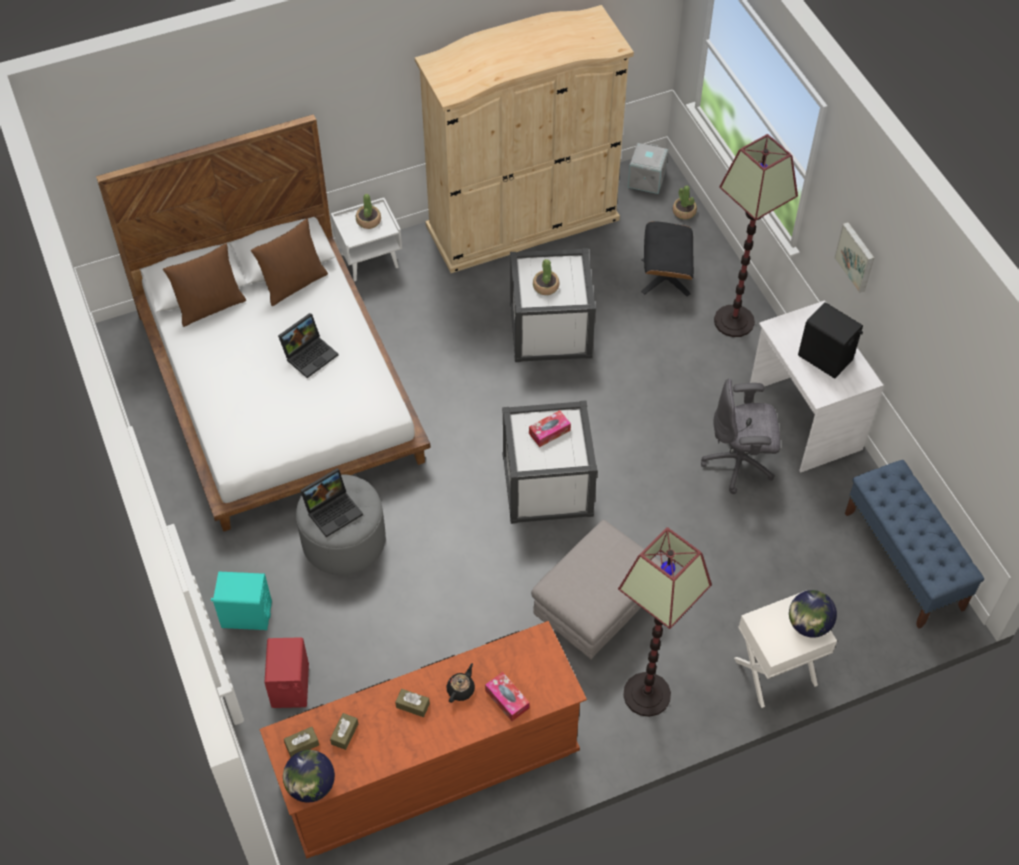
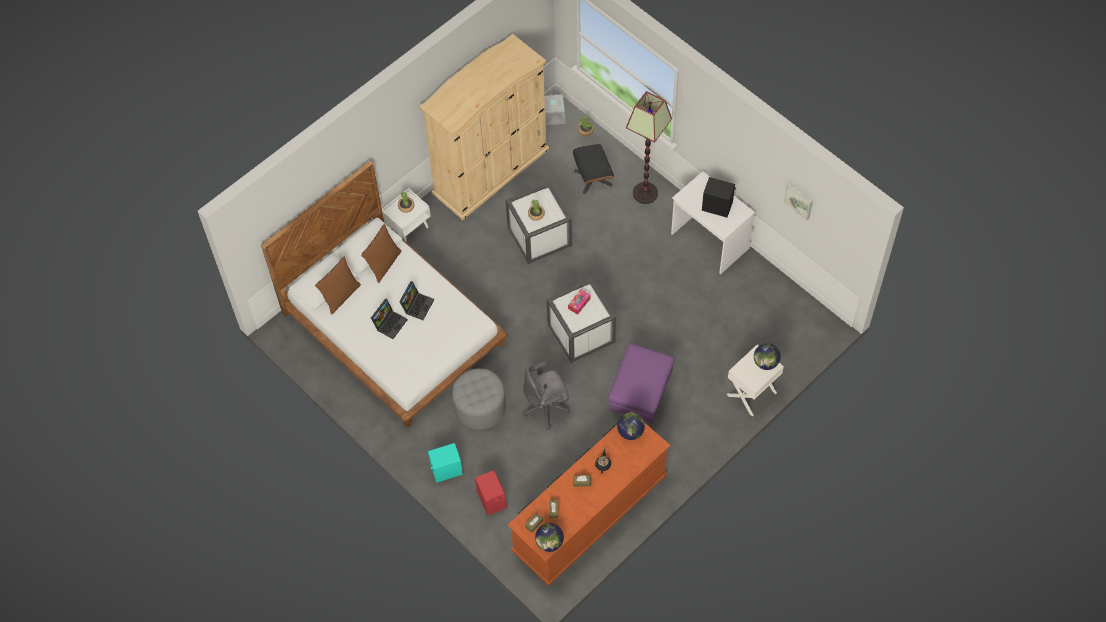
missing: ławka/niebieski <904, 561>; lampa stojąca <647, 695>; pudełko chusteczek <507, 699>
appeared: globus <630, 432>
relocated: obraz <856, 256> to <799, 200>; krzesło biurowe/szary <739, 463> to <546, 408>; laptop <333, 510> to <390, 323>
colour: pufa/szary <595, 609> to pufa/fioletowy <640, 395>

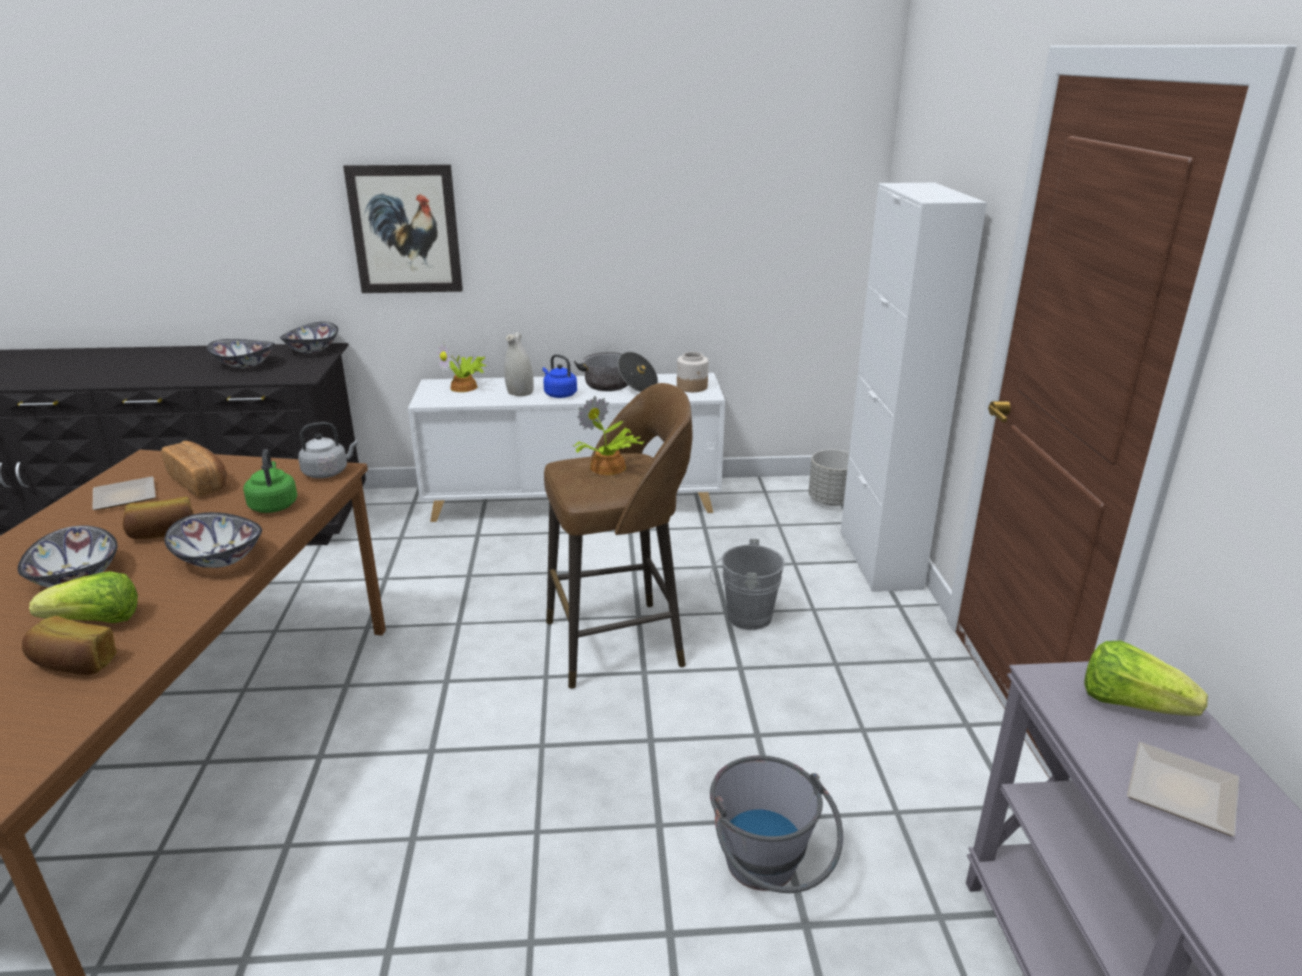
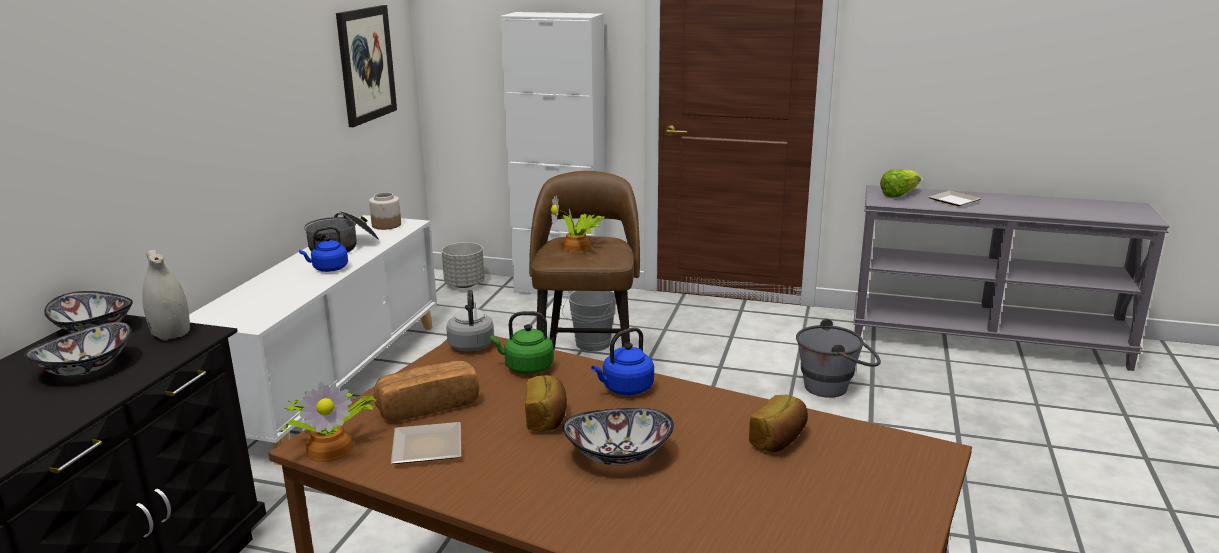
missing: sałata <96, 622>
relocated: obraz <405, 229> to <366, 64>; wazon/biały <520, 393> to <171, 334>; roślina doniczkowa <465, 387> to <331, 446>
exchanged: miska <218, 559> to czajnik/niebieski <625, 389>

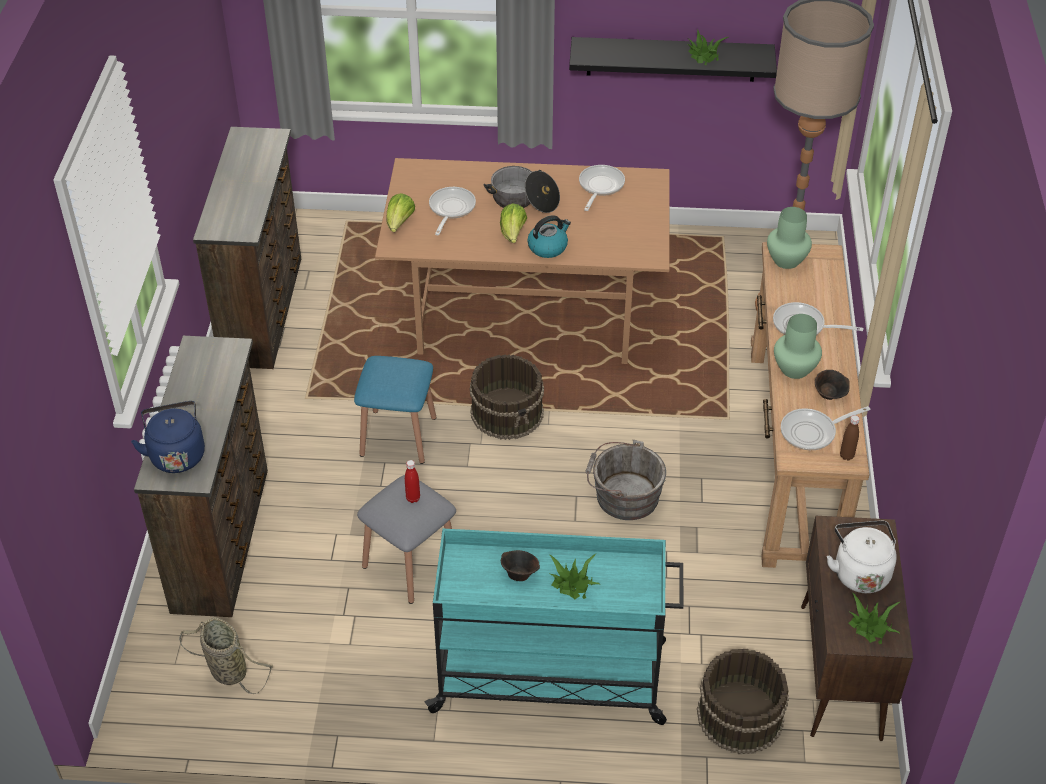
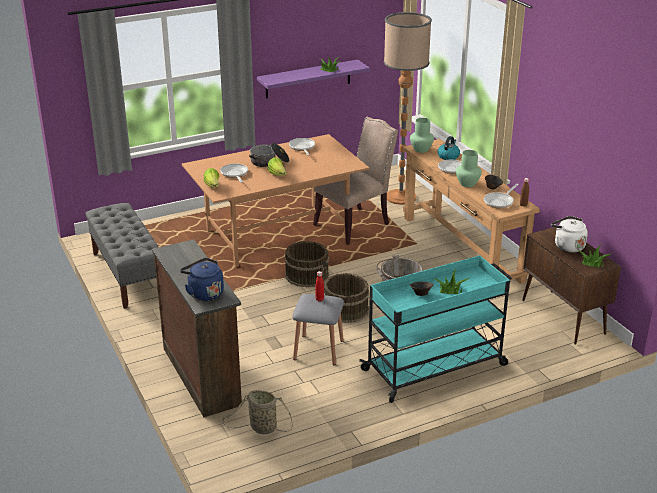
missing: stołek/niebieski <398, 436>
appeared: krzesło/beżowy <355, 224>
relocated: czajnik <548, 247> to <448, 156>; wiadro/brązowy <739, 715> to <345, 310>
exchanged: komoda/brązowy <264, 310> to ławka/szary <128, 275>
colour: półka/czarny <671, 59> to półka/fioletowy <308, 79>

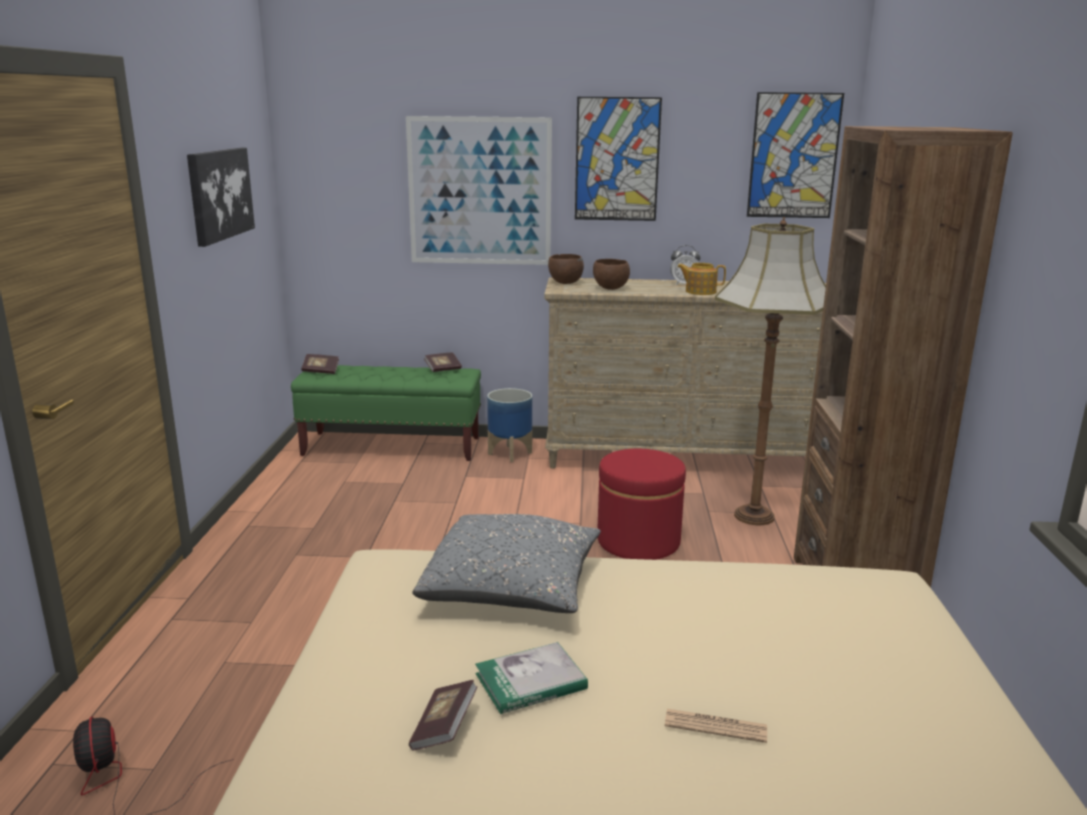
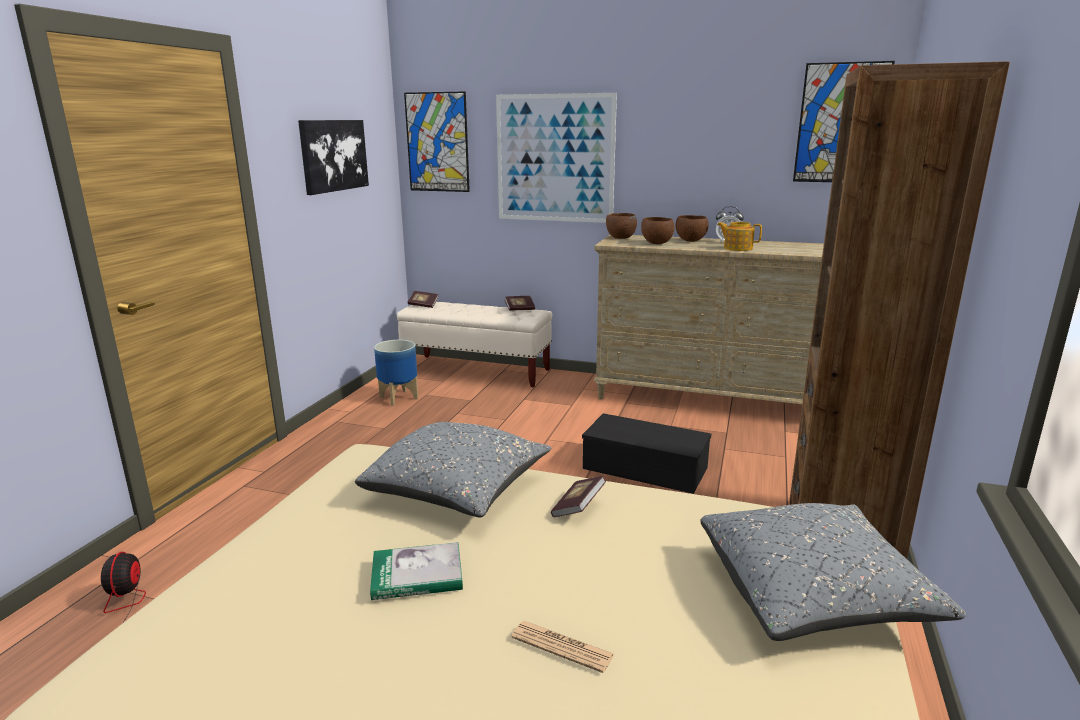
missing: lampa stojąca <753, 515>
appeared: miska/brązowy <691, 241>; poduszka/szary <813, 594>
relocated: obraz <617, 159> to <437, 142>; donica <510, 453> to <399, 397>; książka <444, 728> to <578, 507>
exchanged: pufa/czerwony <638, 541> to pojemnik do przechowywania/czarny <647, 468>
colour: ławka/zielony <392, 447> to ławka/beżowy <477, 371>

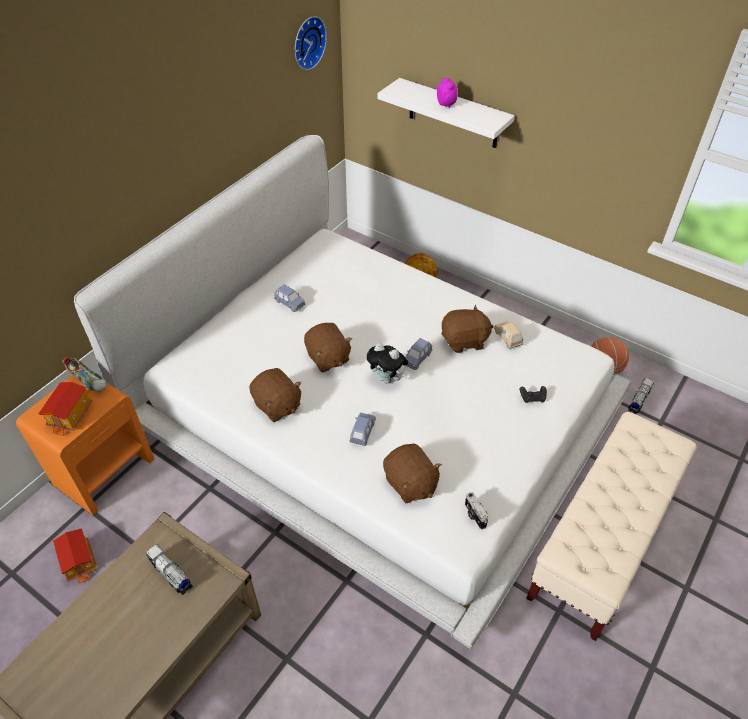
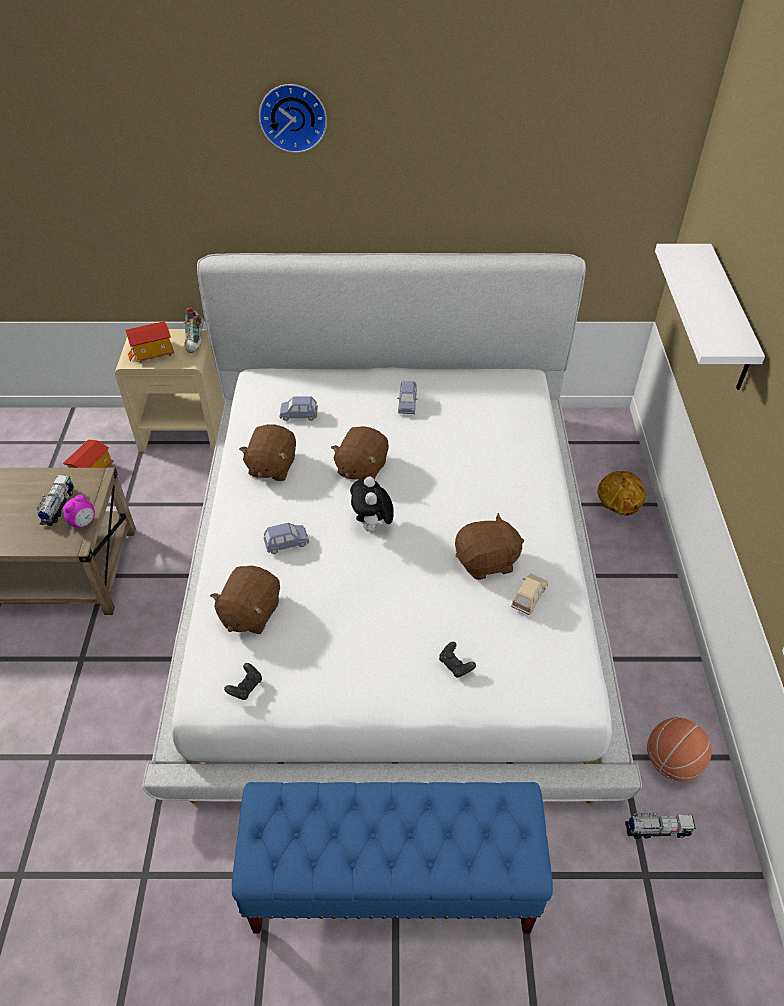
relocated: zegar ścienny <307, 42> to <293, 116>; budzik <446, 104> to <83, 522>; samochodzik/niebieski <417, 359> to <299, 415>
exchanged: aparat fotograficzny <474, 516> to pad do gier/czarny <245, 686>
colour: szafka nocna/pomarańczowy <105, 471> to szafka nocna/beżowy <184, 431>; ławka/beżowy <601, 542> to ławka/niebieski <392, 881>
spun: pluszak/brązowy <464, 341> = <486, 562> 60 degrees counterclockwise

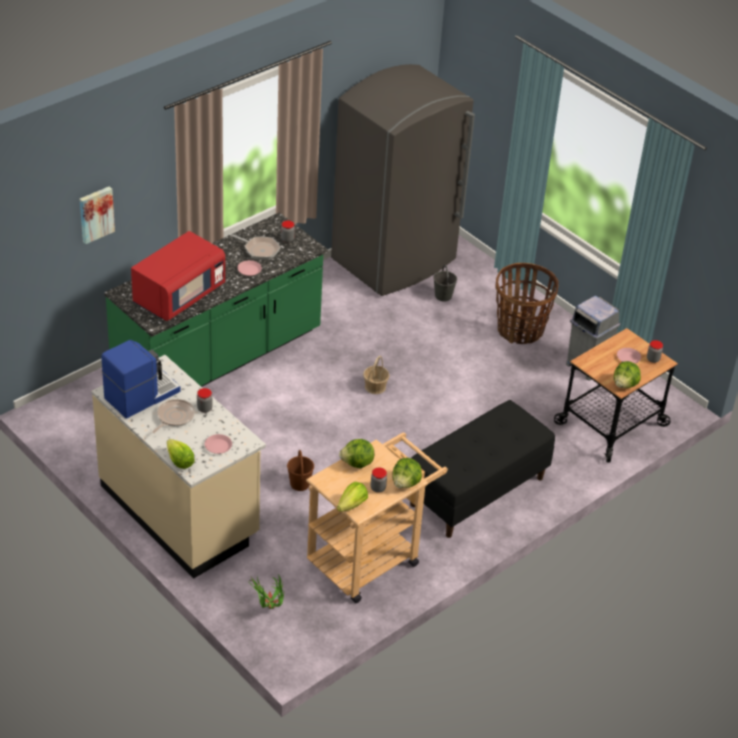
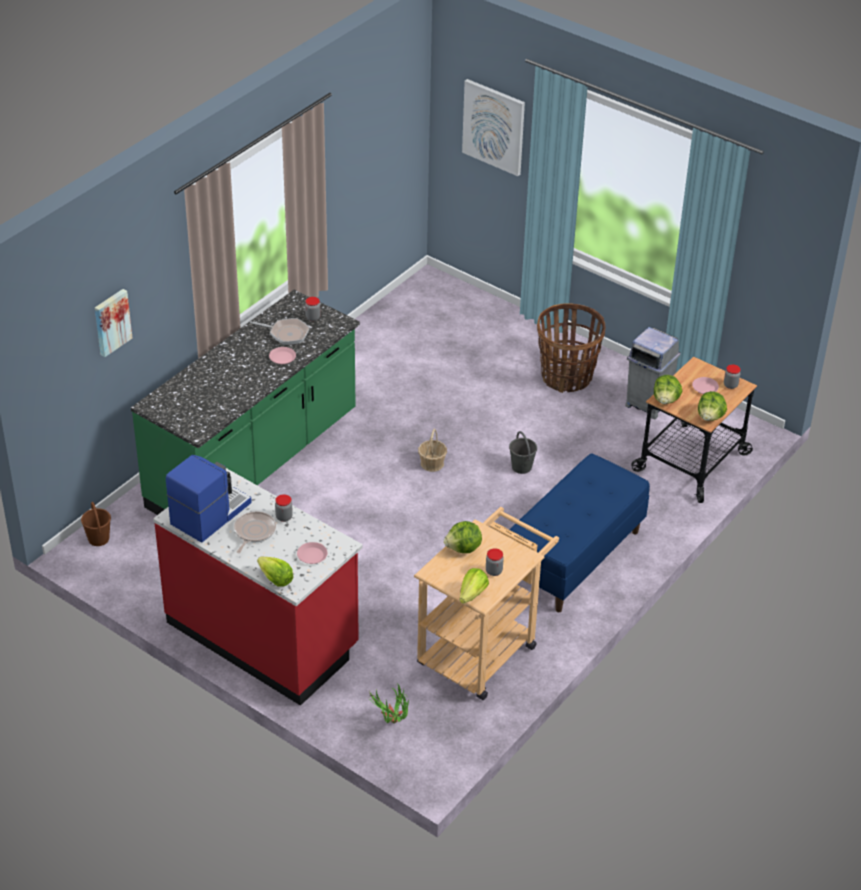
missing: lodówka/szary <395, 260>; mikrofalówka/czerwony <179, 296>
appeared: obraz <494, 126>
relocated: wiadro/szary <443, 296> to <522, 467>; wiadro/brązowy <300, 484> to <98, 538>; sałata <406, 483> to <666, 400>
colour: zabudowa kuchenna/beżowy <180, 511> to zabudowa kuchenna/czerwony <263, 635>; ławka/czarny <477, 492> to ławka/niebieski <574, 558>

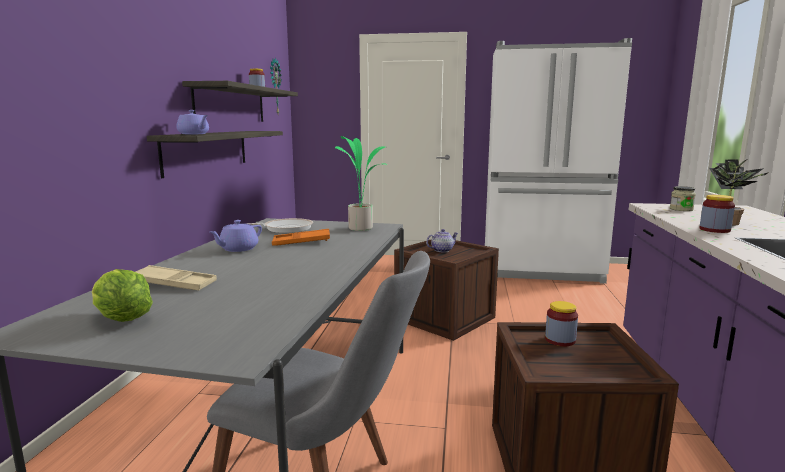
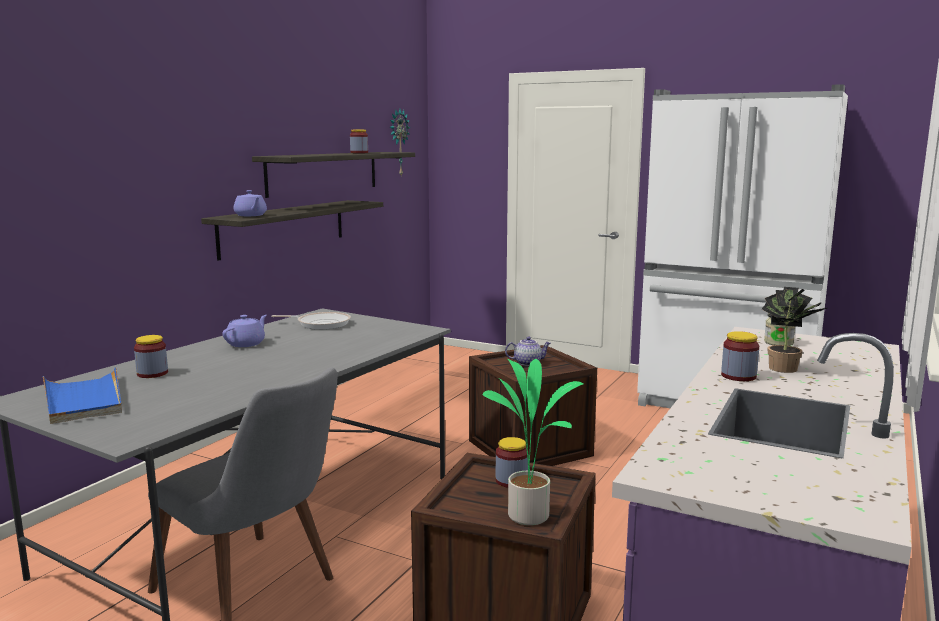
missing: taca/pomarańczowy <301, 242>
relocated: roślina doniczkowa <361, 228> to <529, 515>
exchanged: taca/beżowy <173, 284> to słoik <152, 373>; sałata <122, 319> to taca/niebieski <84, 399>
spun: imbryk/fioletowy <238, 249> = <246, 343> 150 degrees clockwise

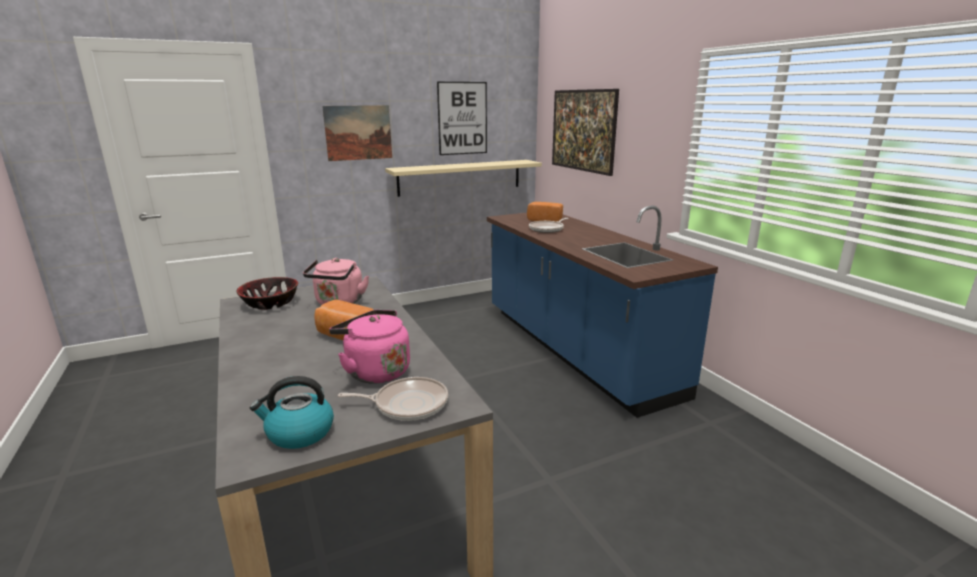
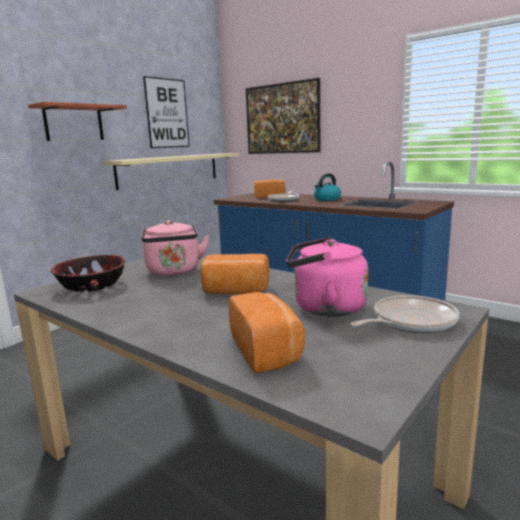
appeared: chleb <267, 350>
relocated: czajnik <299, 433> to <327, 199>
exchanged: obraz <358, 132> to półka <74, 123>

